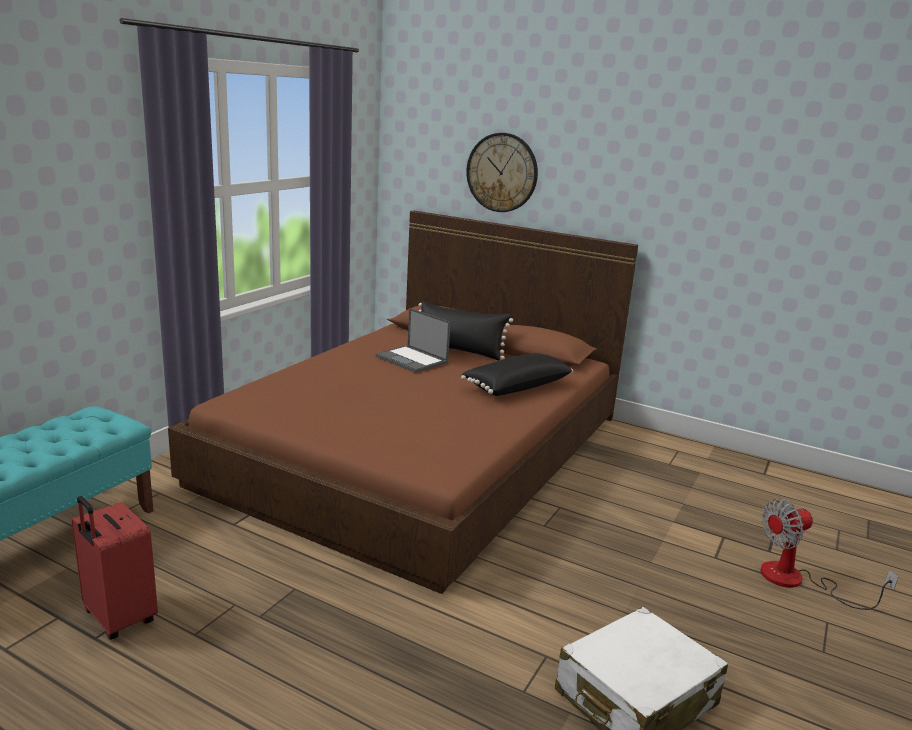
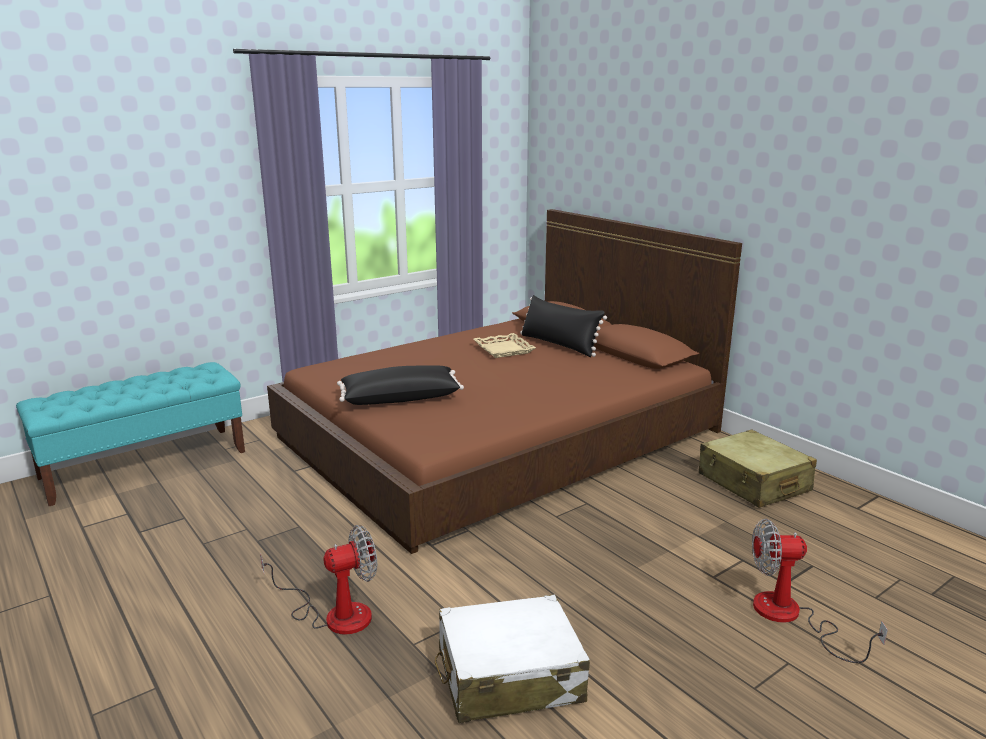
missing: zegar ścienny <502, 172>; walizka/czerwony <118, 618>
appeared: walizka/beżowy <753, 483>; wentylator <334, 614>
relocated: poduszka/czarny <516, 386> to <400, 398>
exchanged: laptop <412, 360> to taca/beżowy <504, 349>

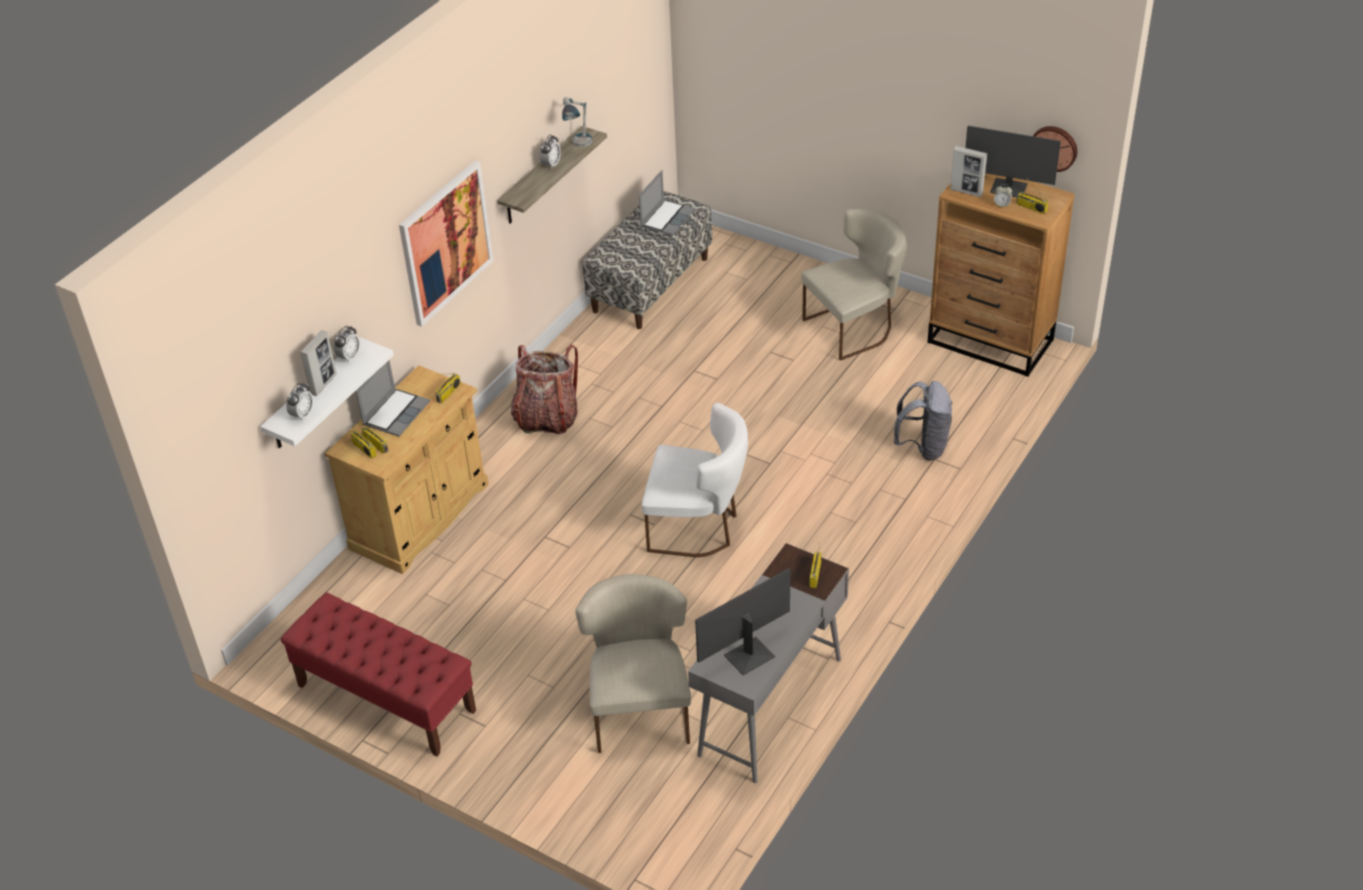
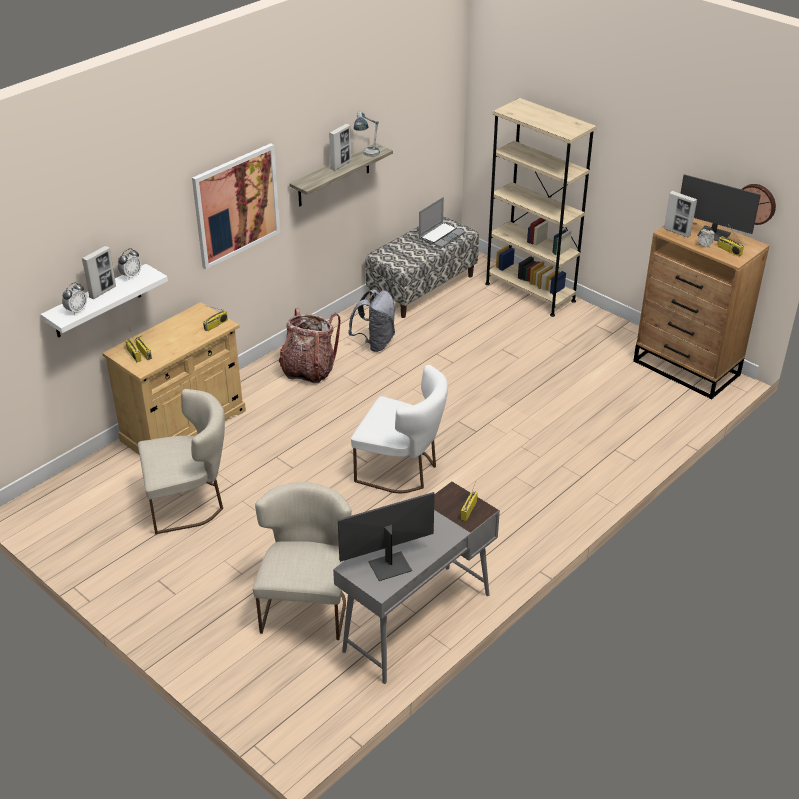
missing: laptop <396, 413>; ławka/czerwony <385, 698>
appeared: regał/beżowy <530, 292>
relocated: krzesło/beżowy <854, 327> to <190, 503>; plecak/szary <923, 447> to <375, 343>
exchanged: budzik <551, 164> to ramka na zdjęcie <340, 165>

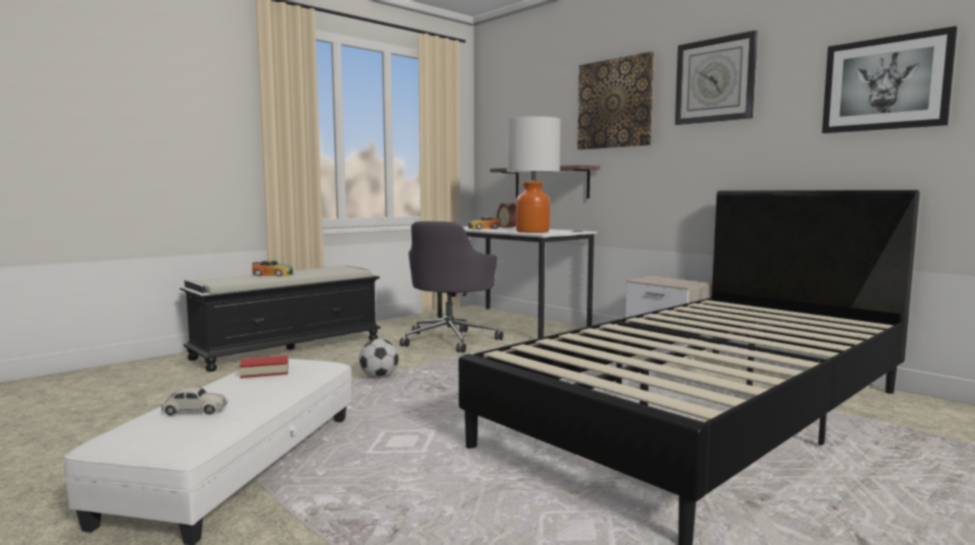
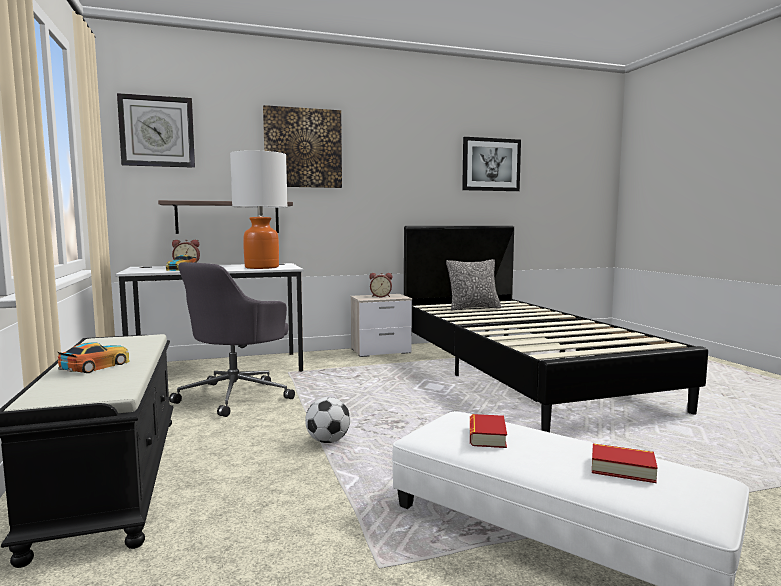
appeared: poduszka <473, 308>; budzik <381, 296>
relocated: zegar ścienny <715, 80> to <157, 131>
exchanged: samochodzik/biały <195, 410> to książka <622, 469>
spun: krzesło biurowe/szary <450, 340> = <236, 396> 75 degrees clockwise

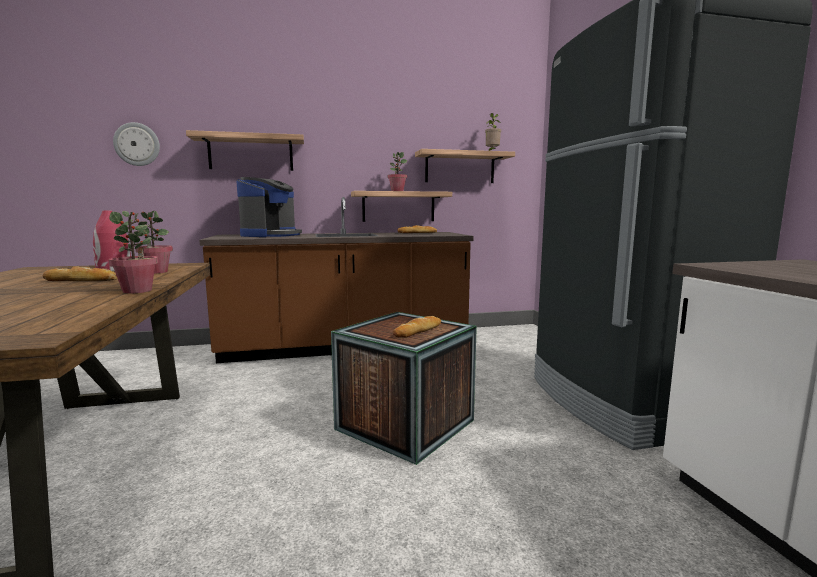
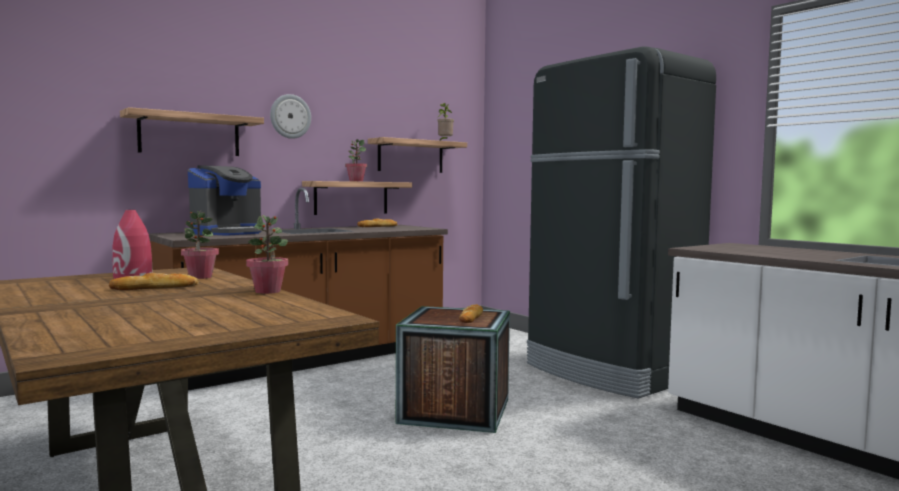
relocated: zegar ścienny <137, 144> to <290, 116>
spun: ekspres do kawy <271, 235> = <227, 233> 45 degrees clockwise

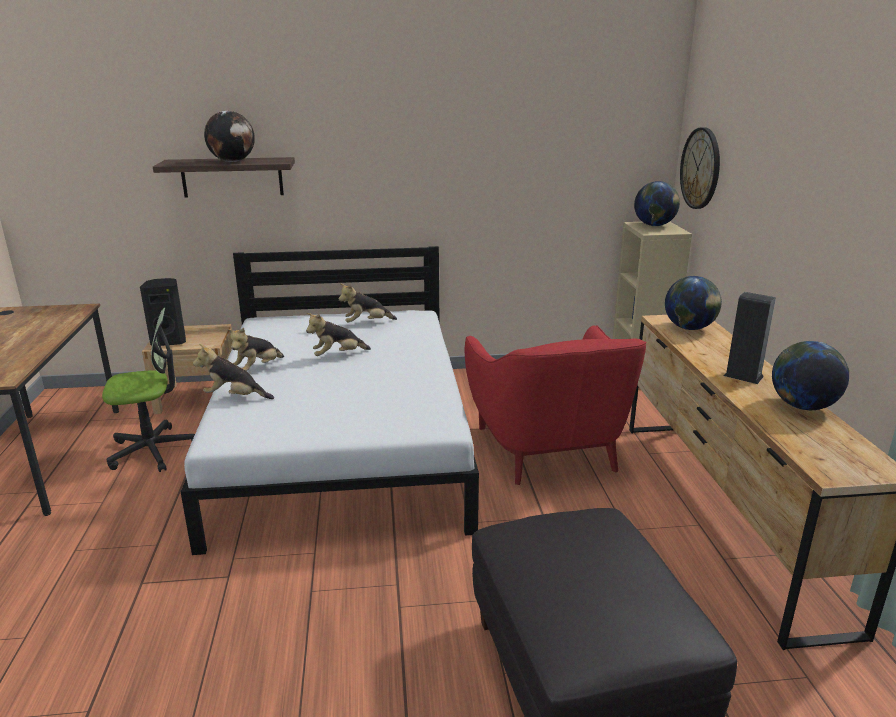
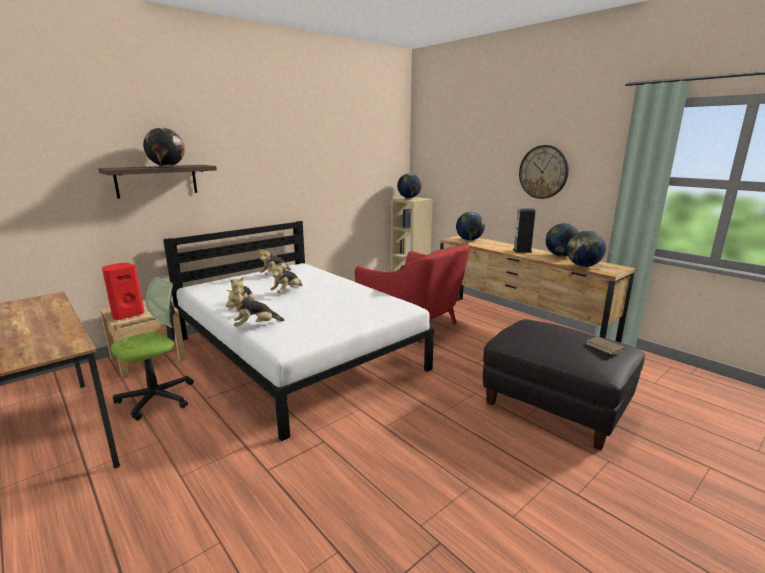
appeared: globus <583, 266>; książka/brązowy <605, 347>
relocated: zegar ścienny <700, 168> to <543, 172>
colour: głośnik/czarny <170, 341> to głośnik/czerwony <127, 315>

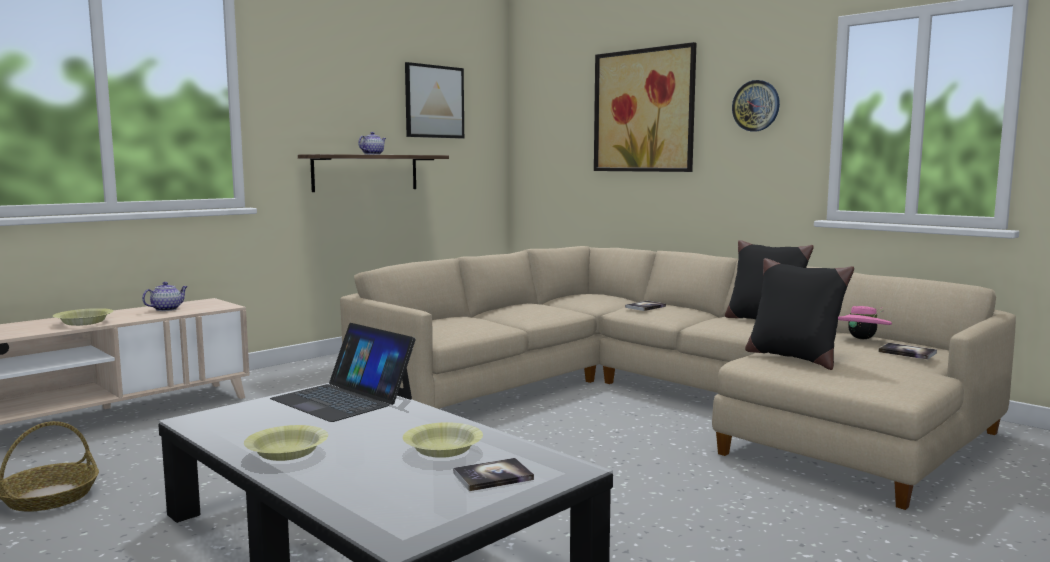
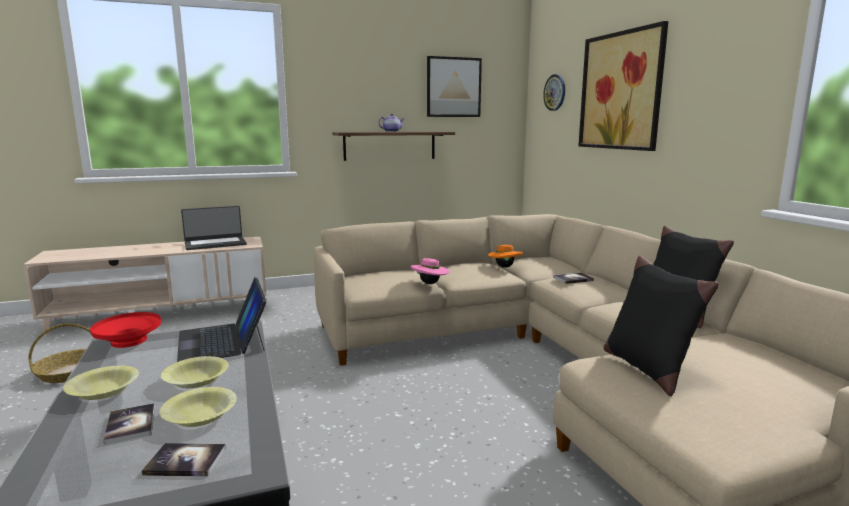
appeared: kapelusz/pomarańczowy <505, 267>; miska/czerwony <128, 341>
relocated: zegar ścienny <756, 106> to <555, 92>; kapelusz/różowy <862, 339> to <430, 283>; miska/żółty <84, 323> to <196, 380>; książka <907, 352> to <130, 425>
exchanged: imbryk <167, 309> to laptop <215, 244>

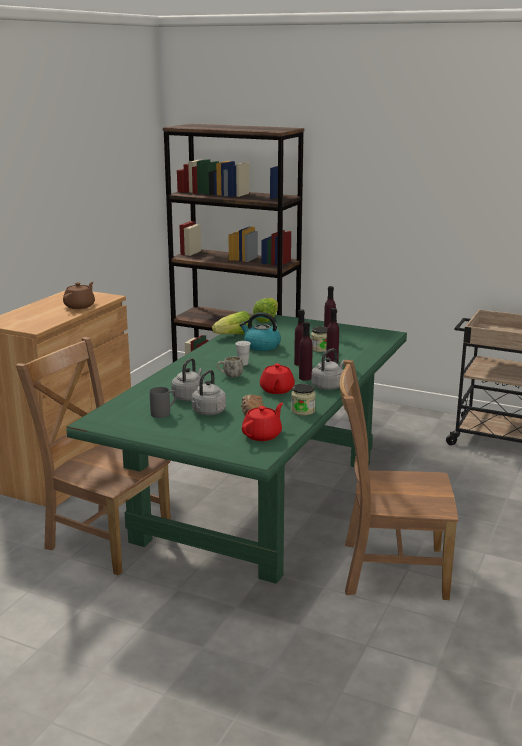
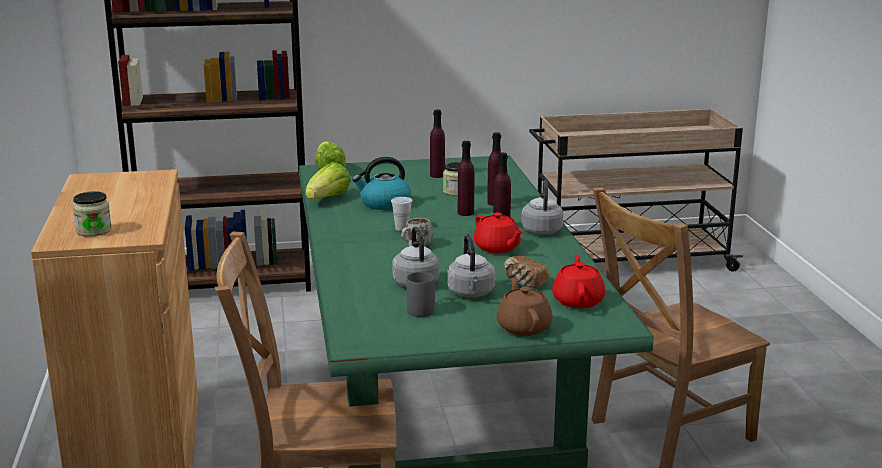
relocated: imbryk/brązowy <80, 306> to <524, 327>; słoik <303, 411> to <93, 231>

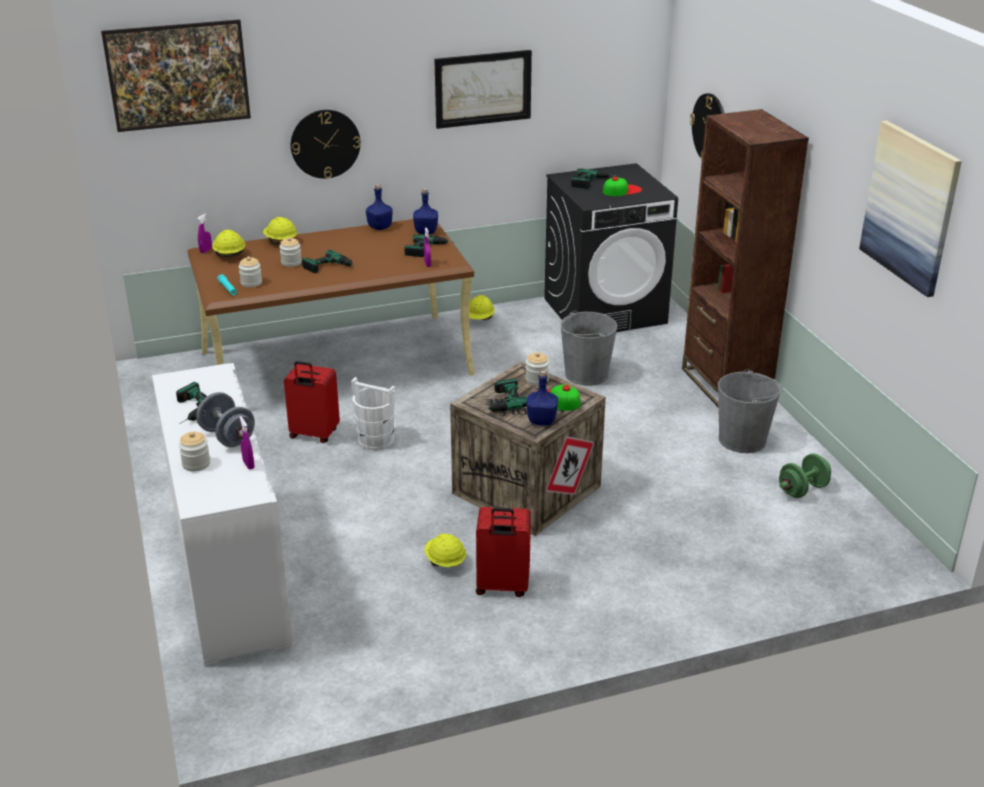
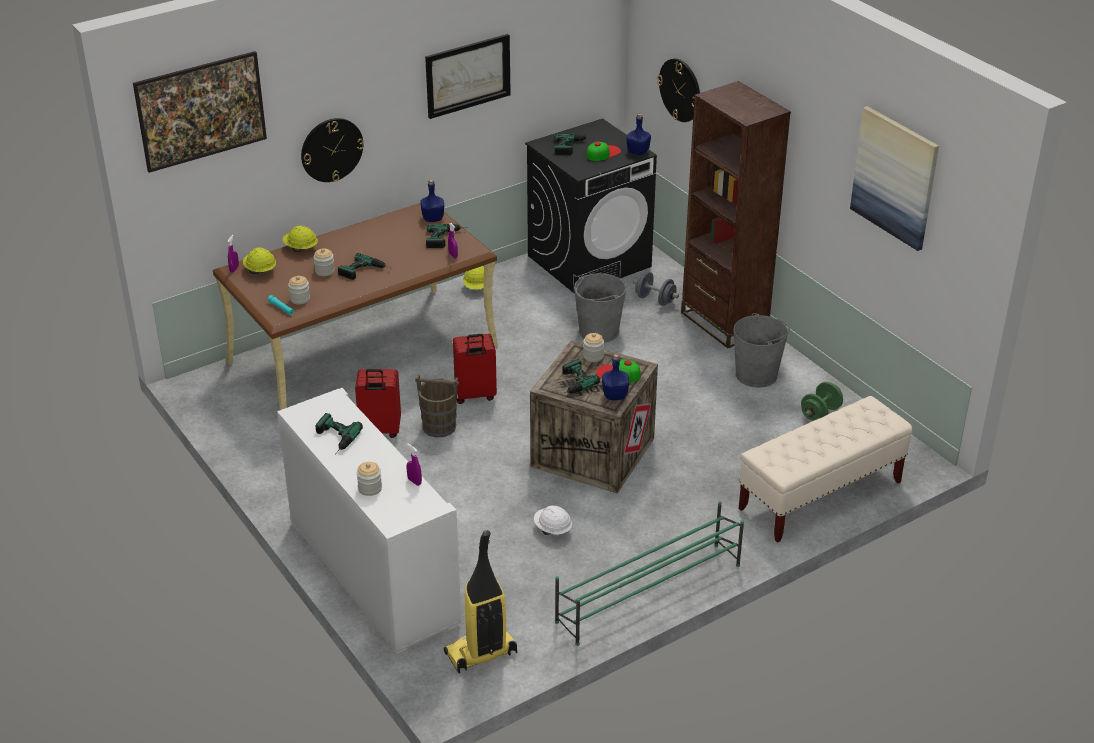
appeared: ławka/beżowy <820, 496>; regał na buty/zielony <648, 593>; odkurzacz <480, 654>
relocated: butelka/niebieski <379, 227> to <638, 152>; hantel/szary <227, 437> to <655, 300>; walizka/czerwony <502, 587> to <475, 395>
colour: wiadro/biały <376, 440> to wiadro/brązowy <439, 427>; kask/żółty <445, 562> to kask/biały <552, 529>

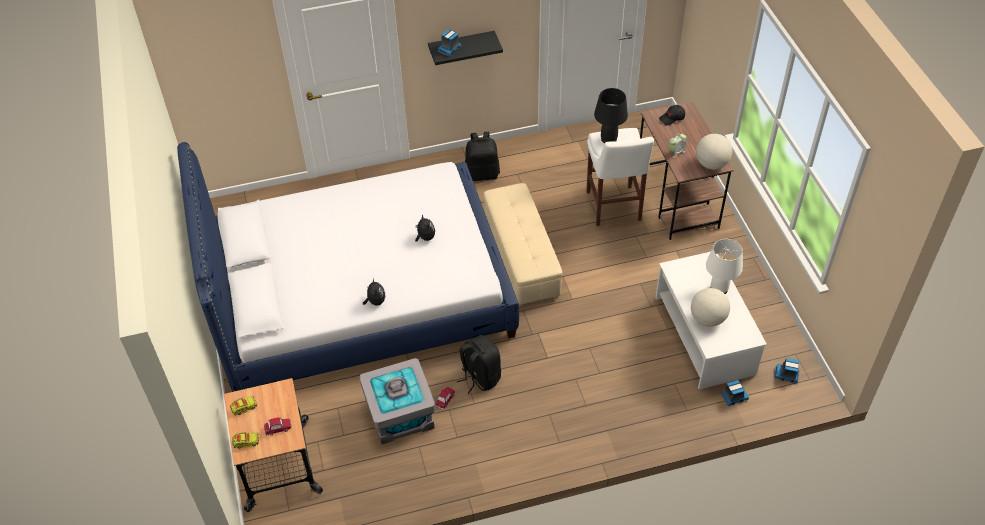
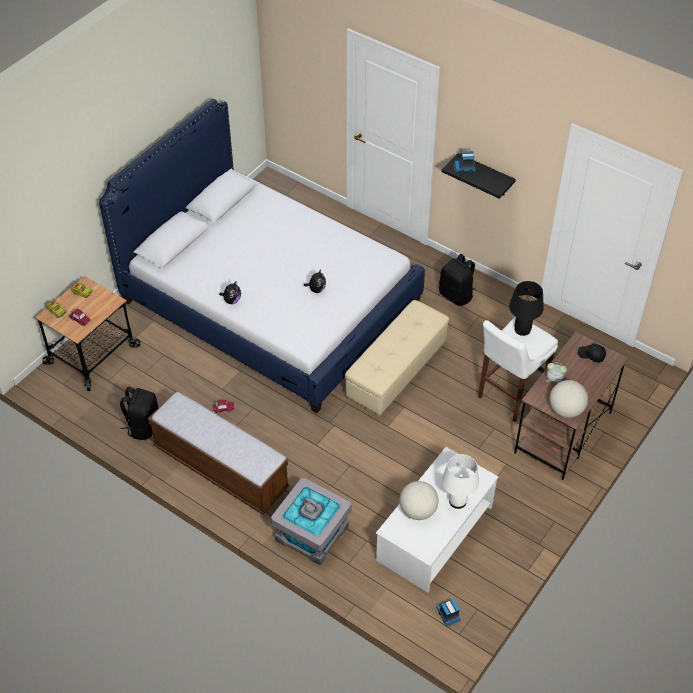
missing: ciężarówka zabawkowa <734, 397>
appeared: ławka <220, 468>
relocated: plecak/czarny <480, 377> to <143, 426>; pojemnik do przechowywania/szary <400, 414> to <311, 534>

